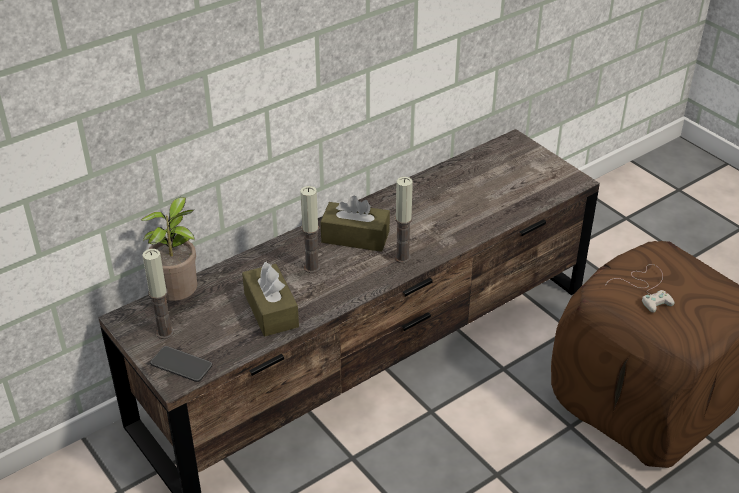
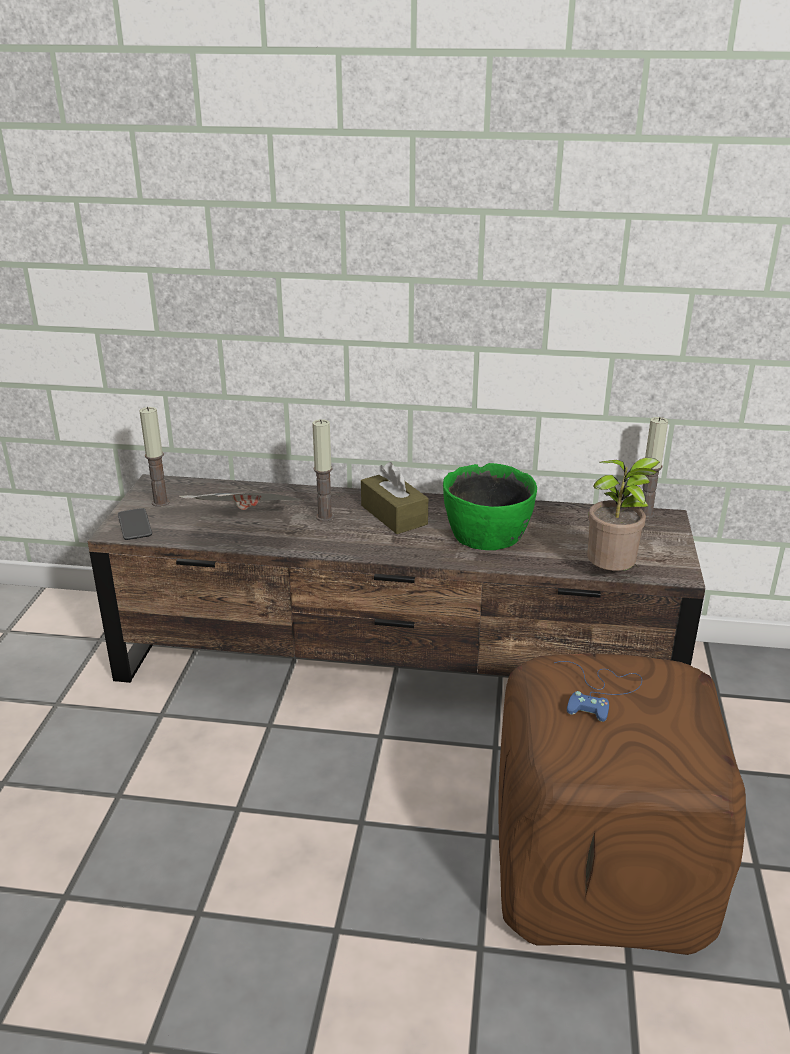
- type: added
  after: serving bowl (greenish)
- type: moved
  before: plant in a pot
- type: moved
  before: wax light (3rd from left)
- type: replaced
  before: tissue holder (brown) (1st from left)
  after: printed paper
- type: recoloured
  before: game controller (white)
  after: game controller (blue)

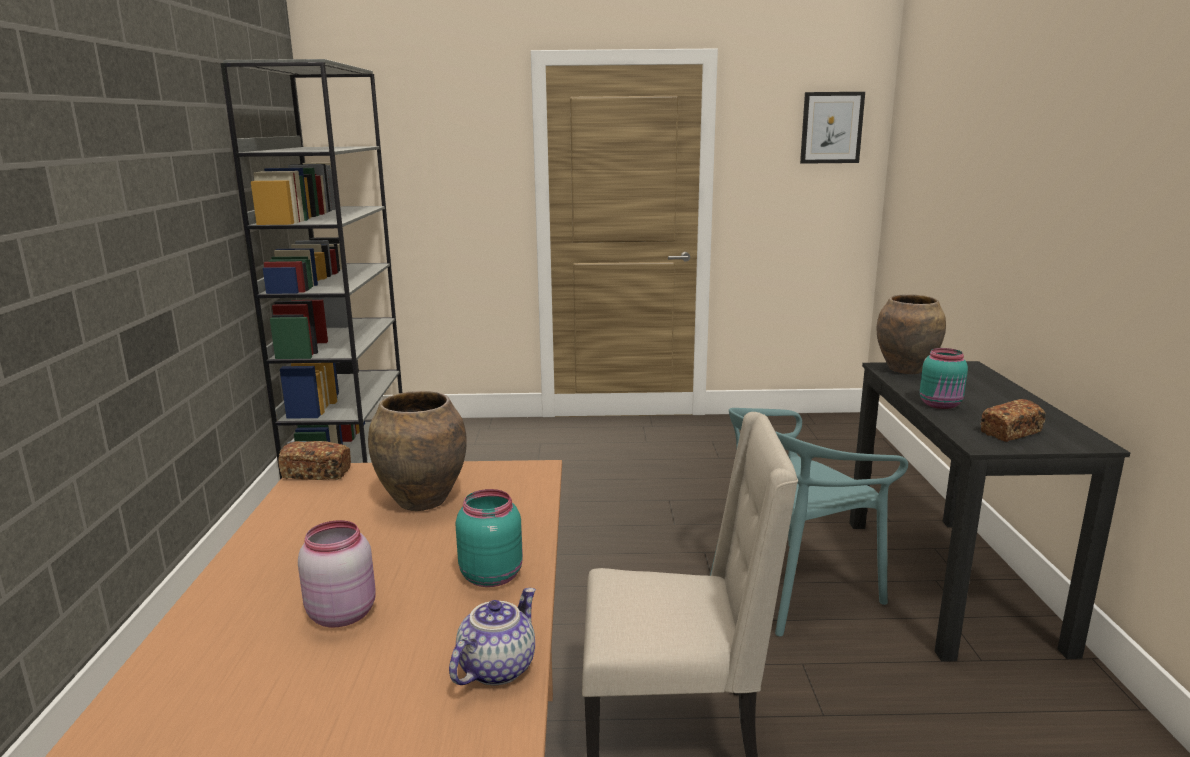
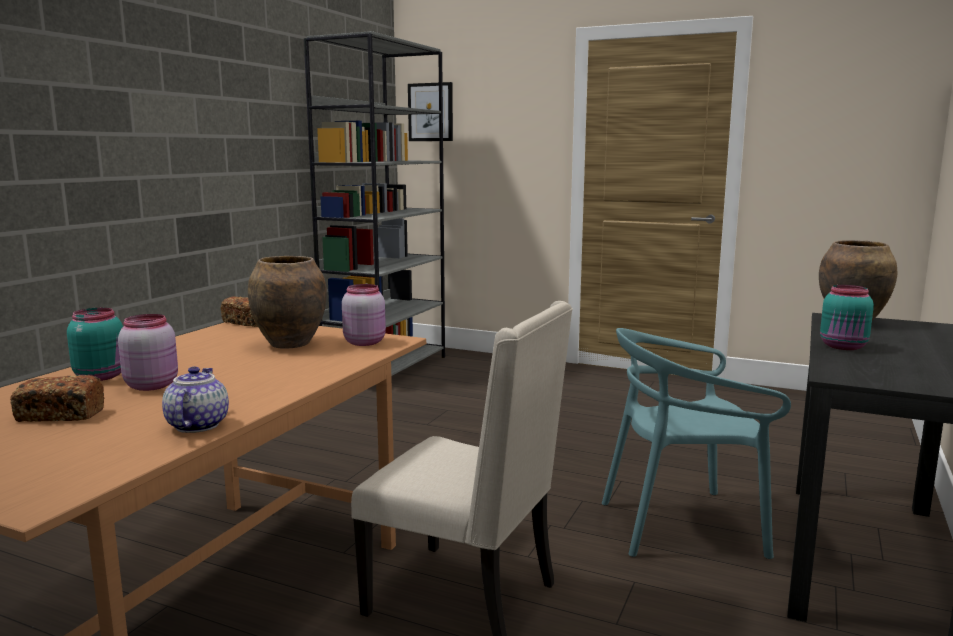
- type: added
  after: storage jar (pink) (2nd from left)
- type: moved
  before: storage jar (turquoise-coloured) (1st from left)
- type: moved
  before: wall art
- type: moved
  before: bakery bread (2nd from left in the first image)
  after: bakery bread (1st from left)
- type: turned
  before: tea pot
  turn: -60

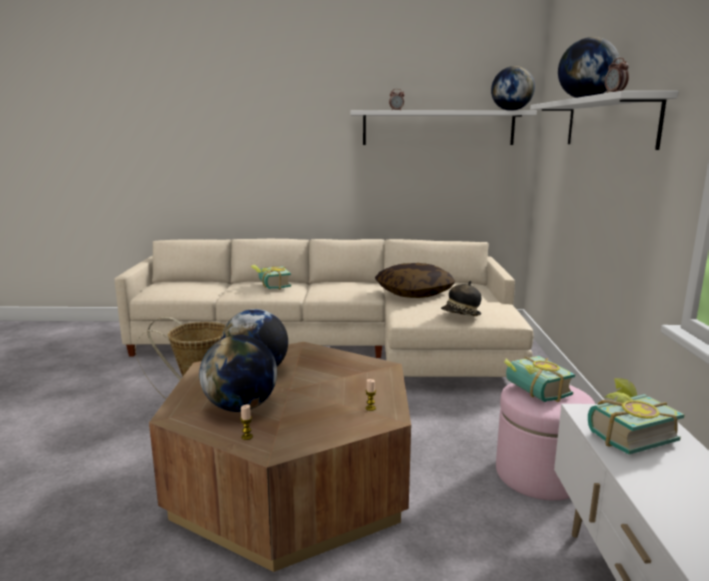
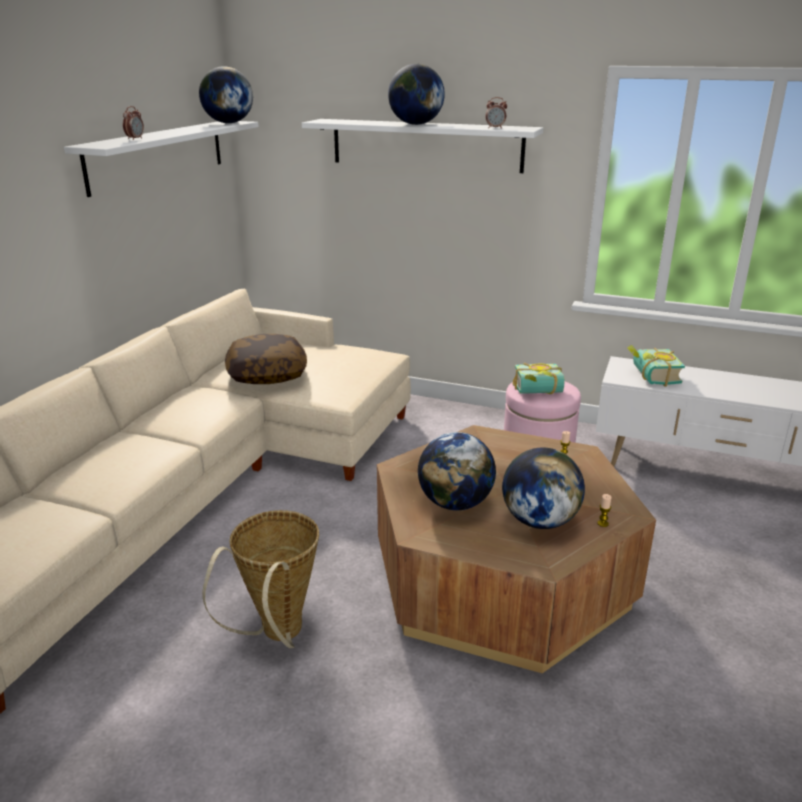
- type: removed
  before: bound book (1st from left)
- type: removed
  before: clothing hat

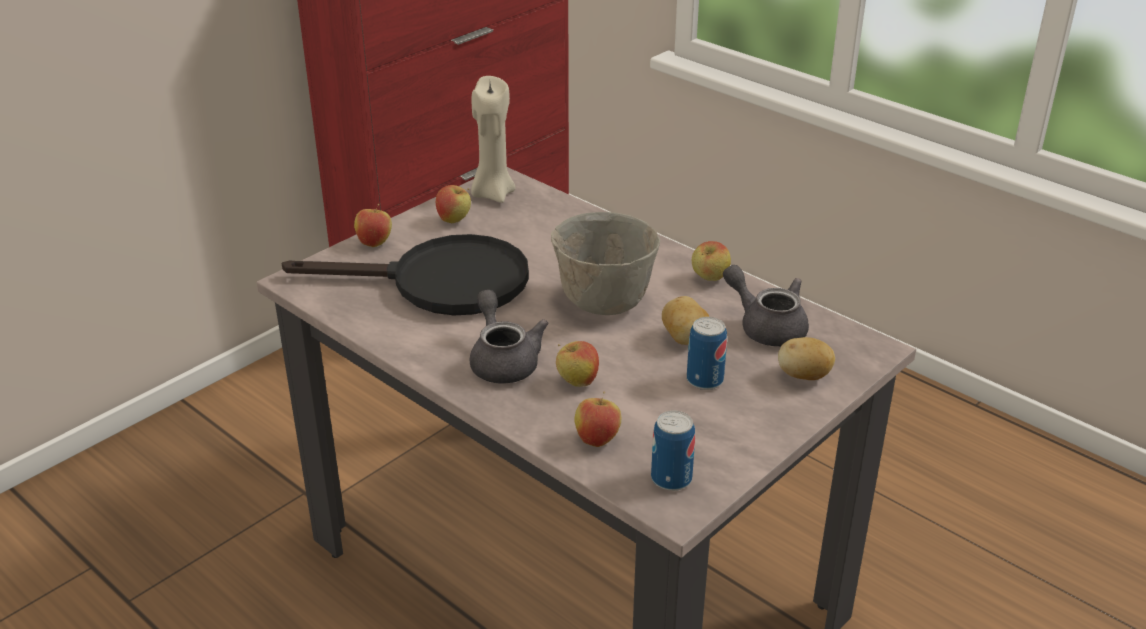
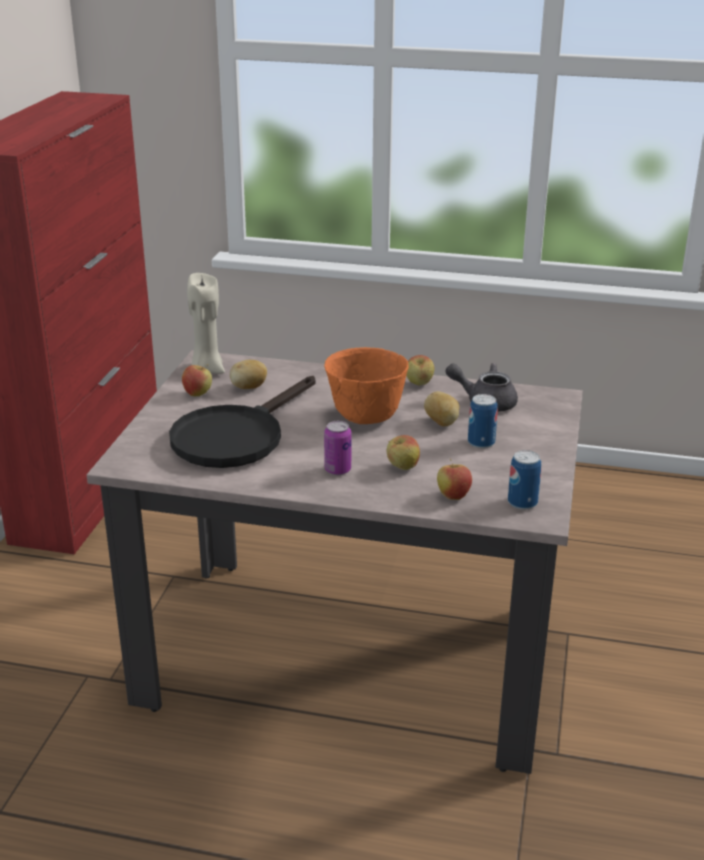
- type: removed
  before: apple (1st from left)
- type: moved
  before: potato (2nd from left in the first image)
  after: potato (1st from left)
- type: replaced
  before: tea pot (gray) (1st from left)
  after: sealed can (1st from left)
- type: recoloured
  before: serving bowl (gray)
  after: serving bowl (orangey)
- type: turned
  before: pan (black-coloured)
  turn: 150

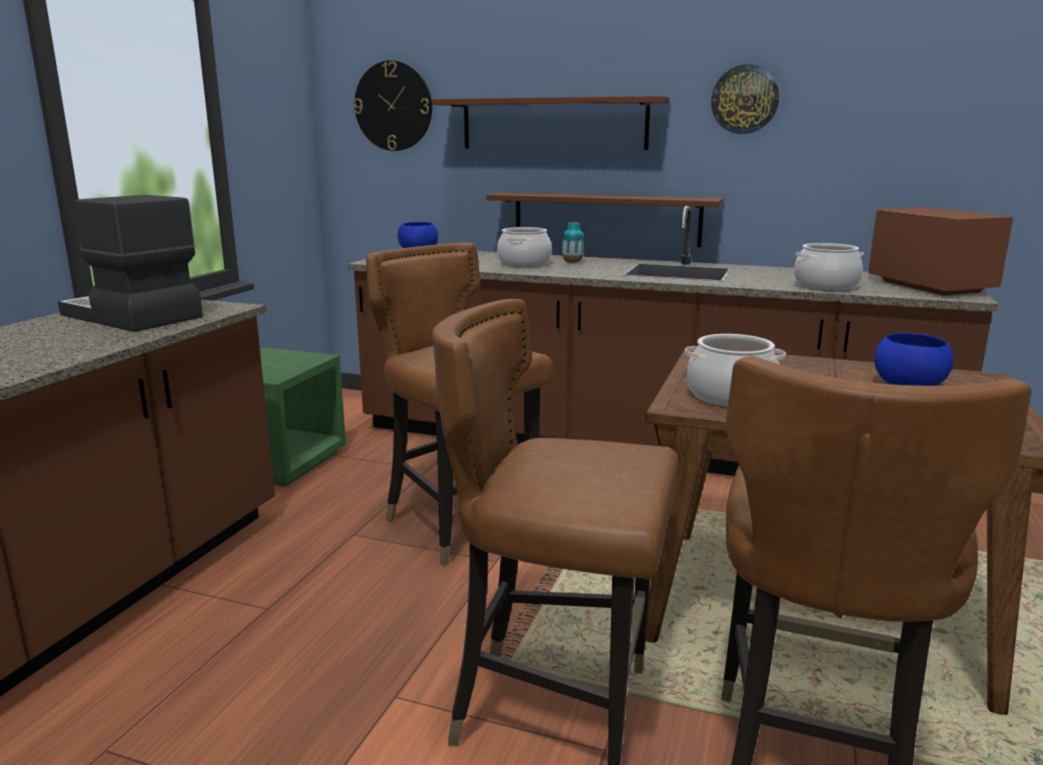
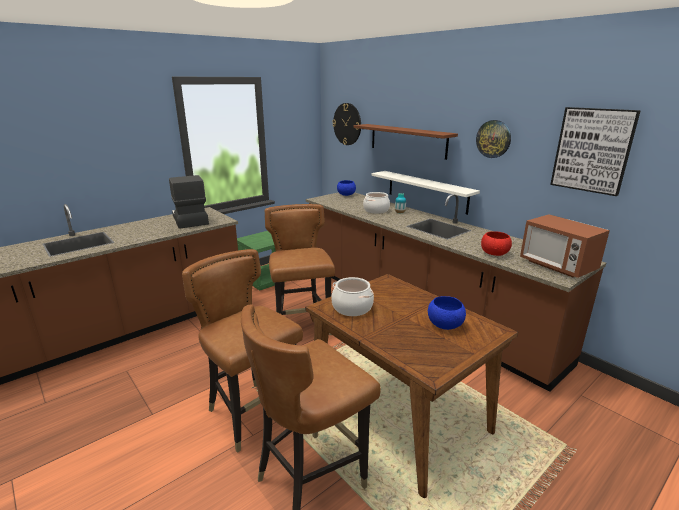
- type: added
  after: wall art
- type: replaced
  before: saucepot (3rd from left)
  after: serving bowl (reddish)
- type: recoloured
  before: bracket shelf (brown) (2nd from left)
  after: bracket shelf (white)
- type: turned
  before: kitchen microwave
  turn: 135

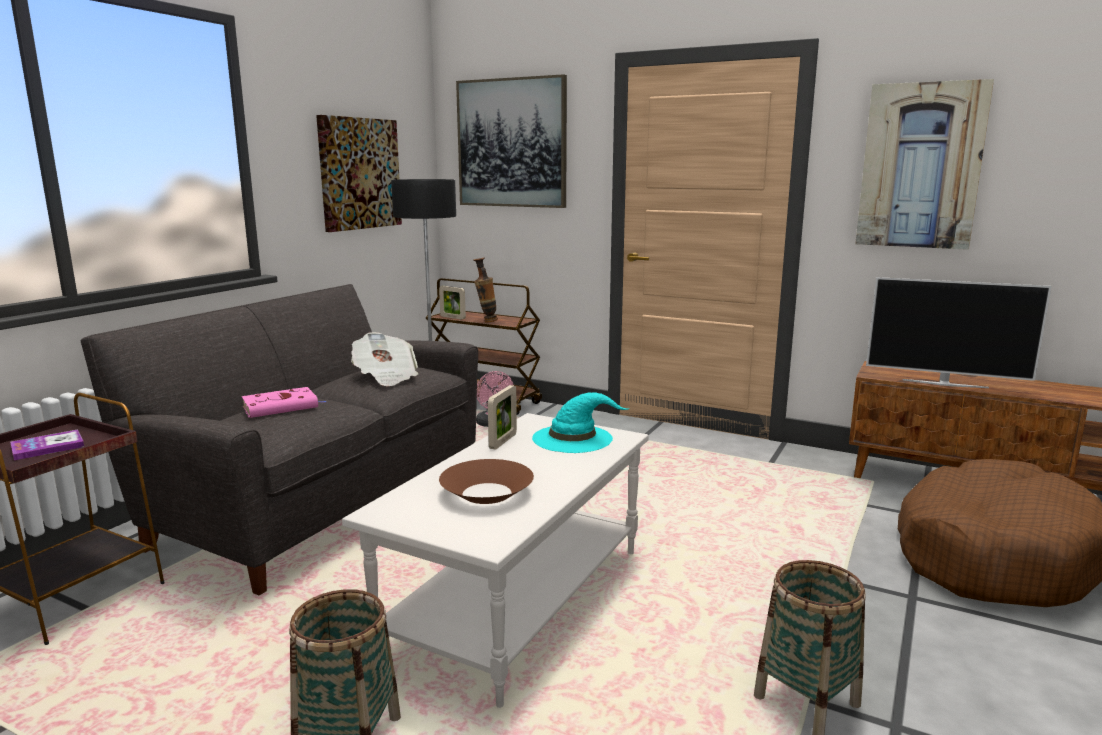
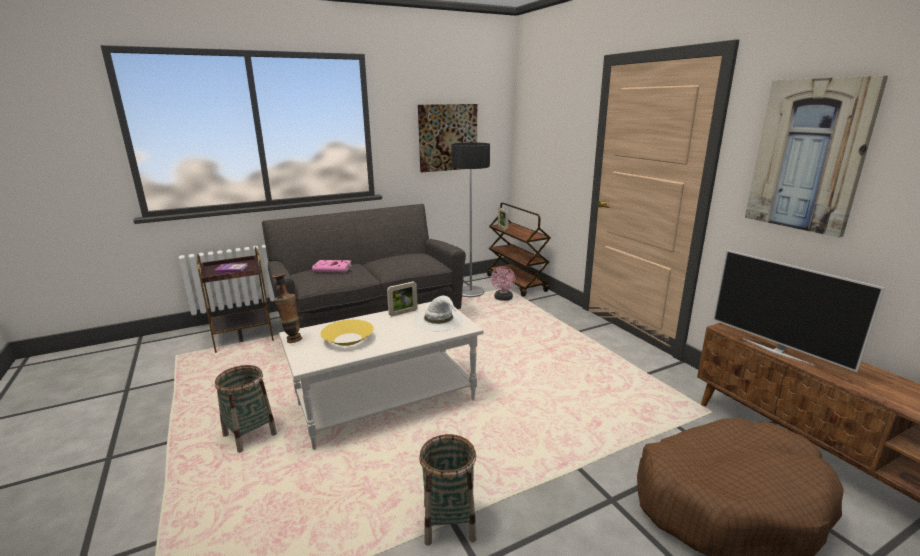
- type: removed
  before: printed paper
- type: removed
  before: wall art (2nd from left)
- type: moved
  before: flower vase
- type: recoloured
  before: serving bowl (brown)
  after: serving bowl (yellow-coloured)
- type: recoloured
  before: clothing hat (turquoise-coloured)
  after: clothing hat (white)

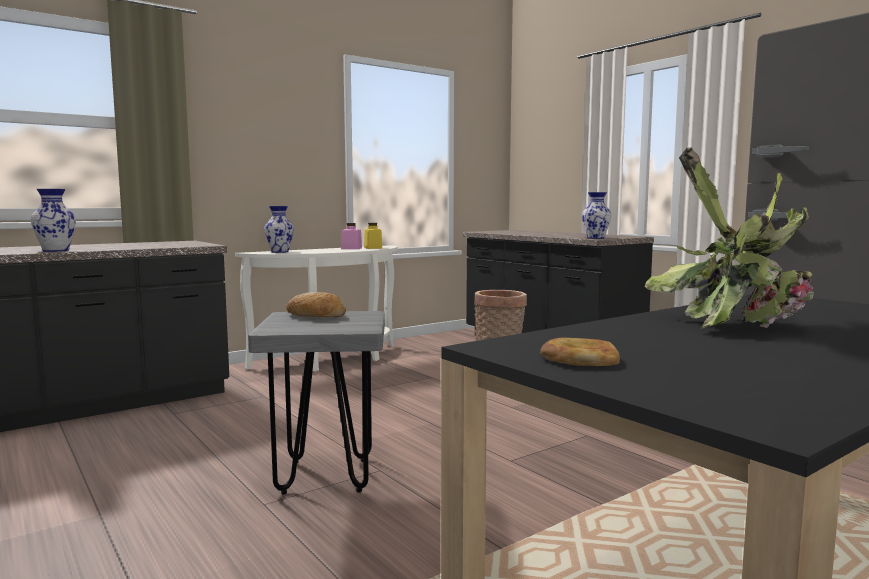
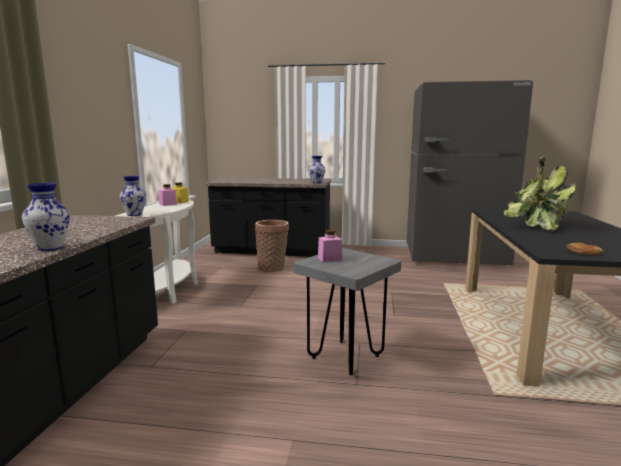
- type: replaced
  before: bakery bread (1st from left)
  after: storage jar (pink) (2nd from left)

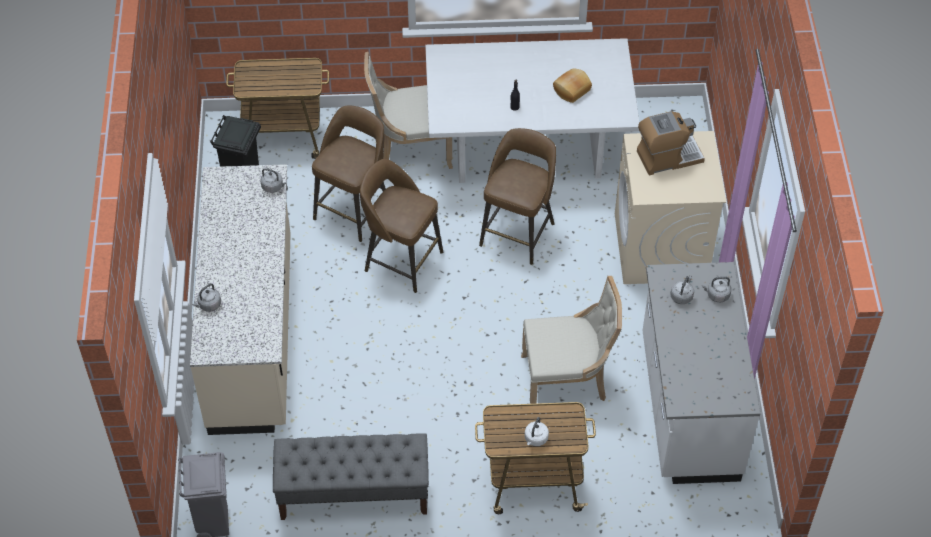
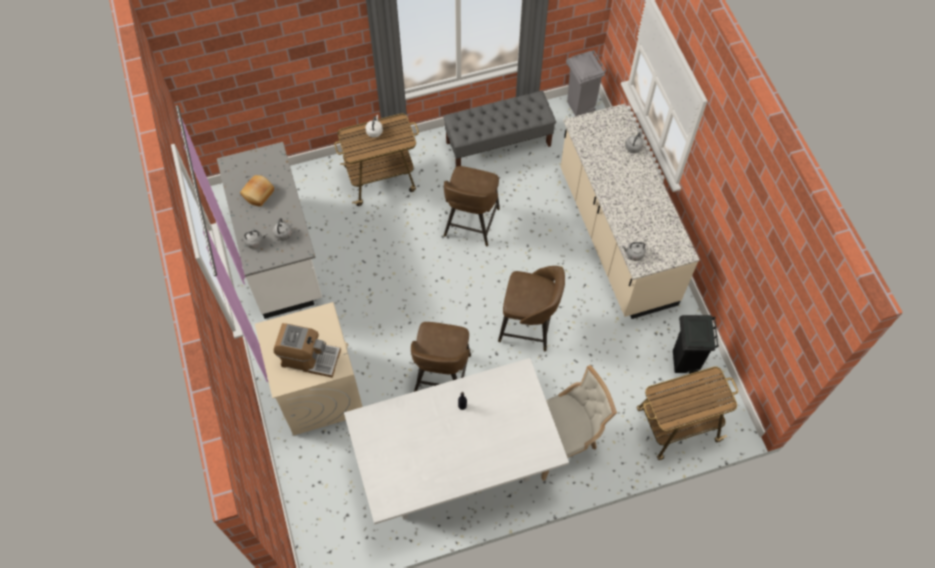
- type: removed
  before: upright chair (beige) (2nd from left)
- type: moved
  before: sitting stool (brown) (1st from left in the first image)
  after: sitting stool (brown) (2nd from left)
- type: moved
  before: bakery bread
- type: turned
  before: coffee brewer
  turn: -135

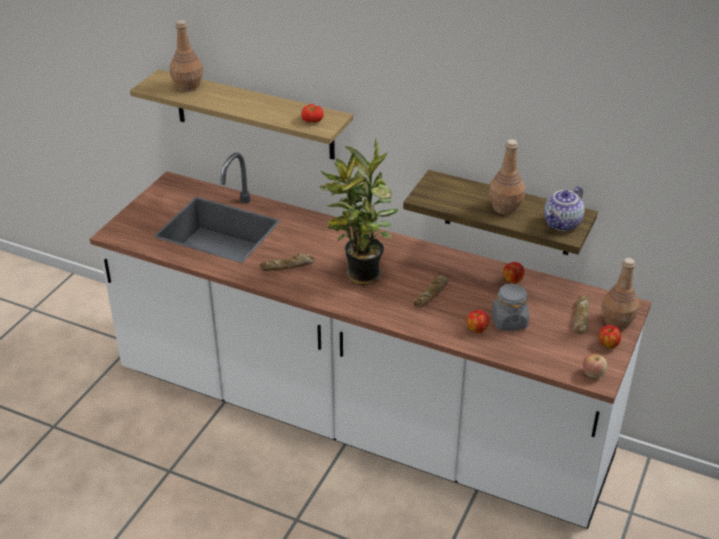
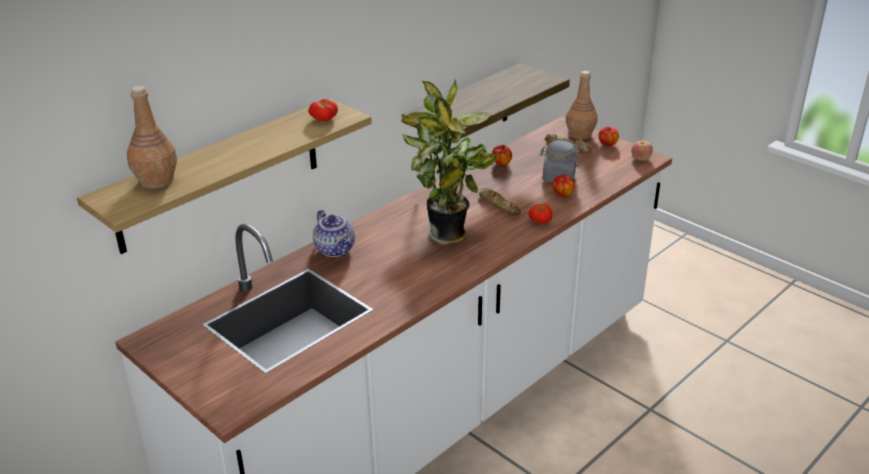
- type: removed
  before: bakery bread (1st from left)
- type: removed
  before: bottle (brown) (2nd from left)
- type: added
  after: tomato (2nd from left)
- type: moved
  before: tea pot

